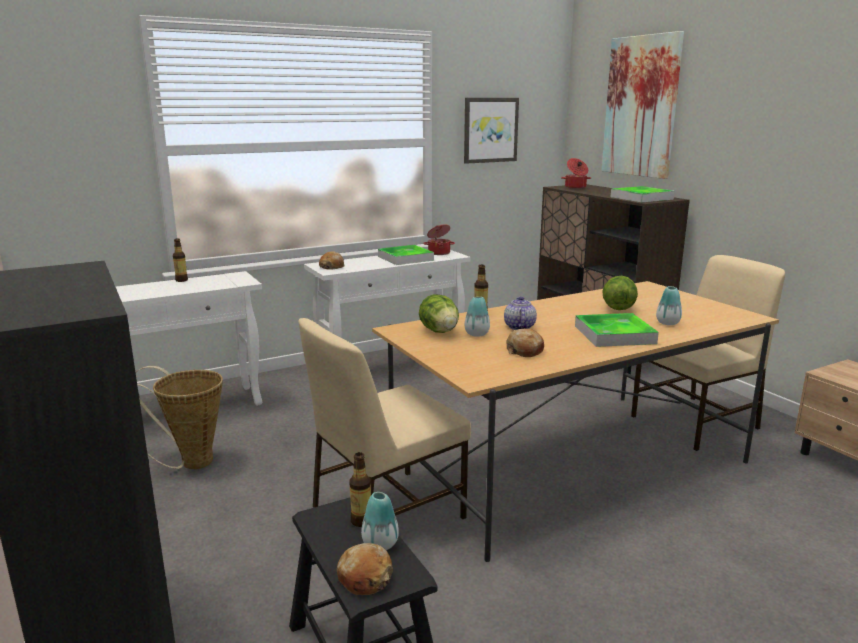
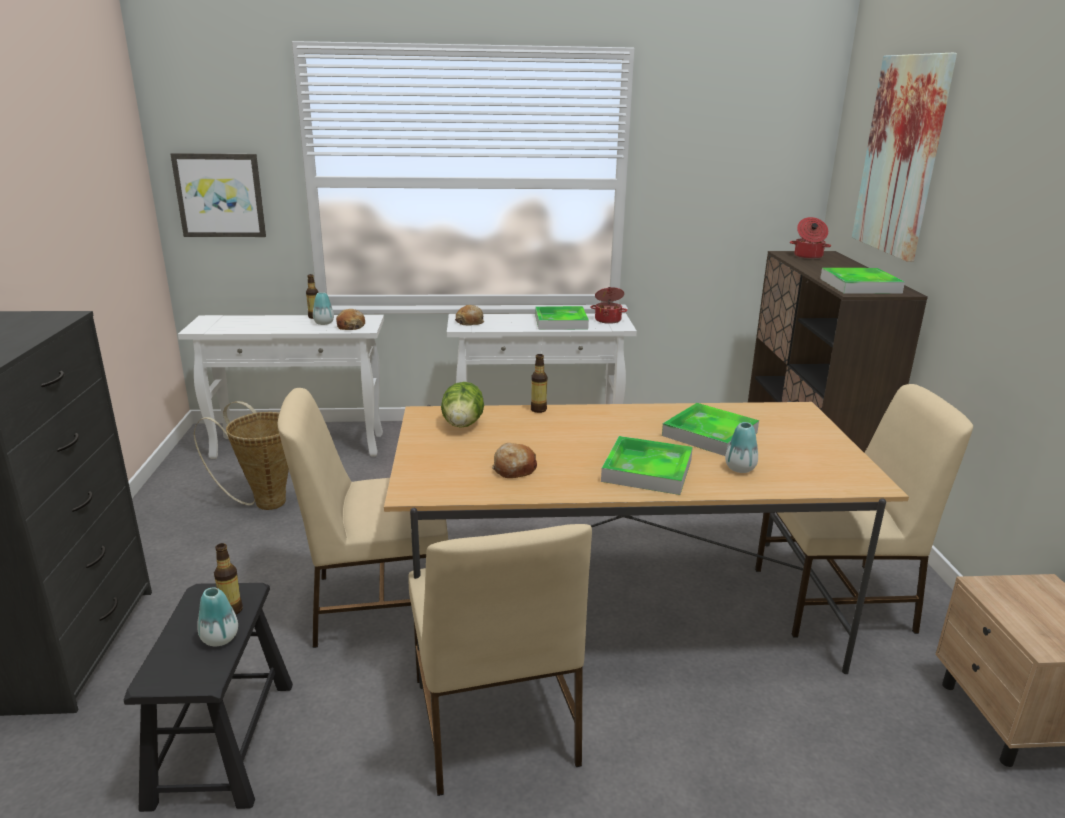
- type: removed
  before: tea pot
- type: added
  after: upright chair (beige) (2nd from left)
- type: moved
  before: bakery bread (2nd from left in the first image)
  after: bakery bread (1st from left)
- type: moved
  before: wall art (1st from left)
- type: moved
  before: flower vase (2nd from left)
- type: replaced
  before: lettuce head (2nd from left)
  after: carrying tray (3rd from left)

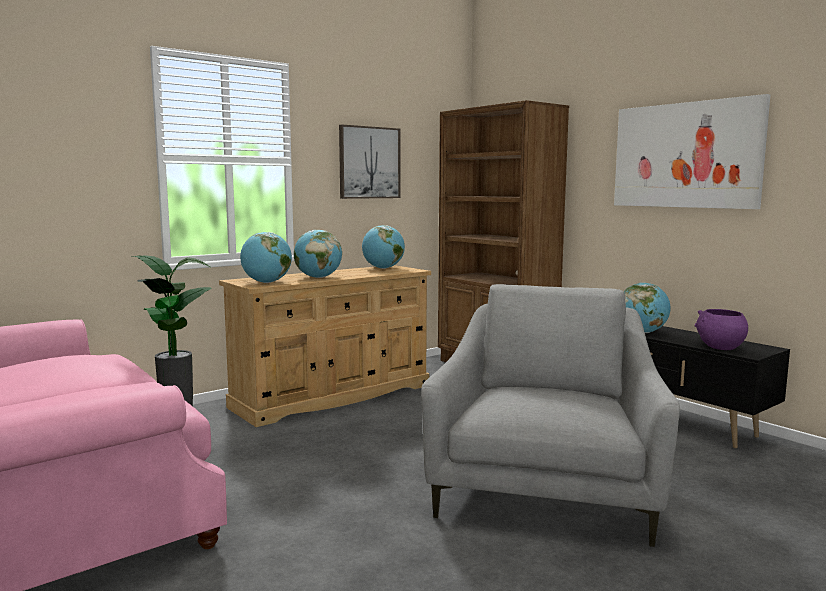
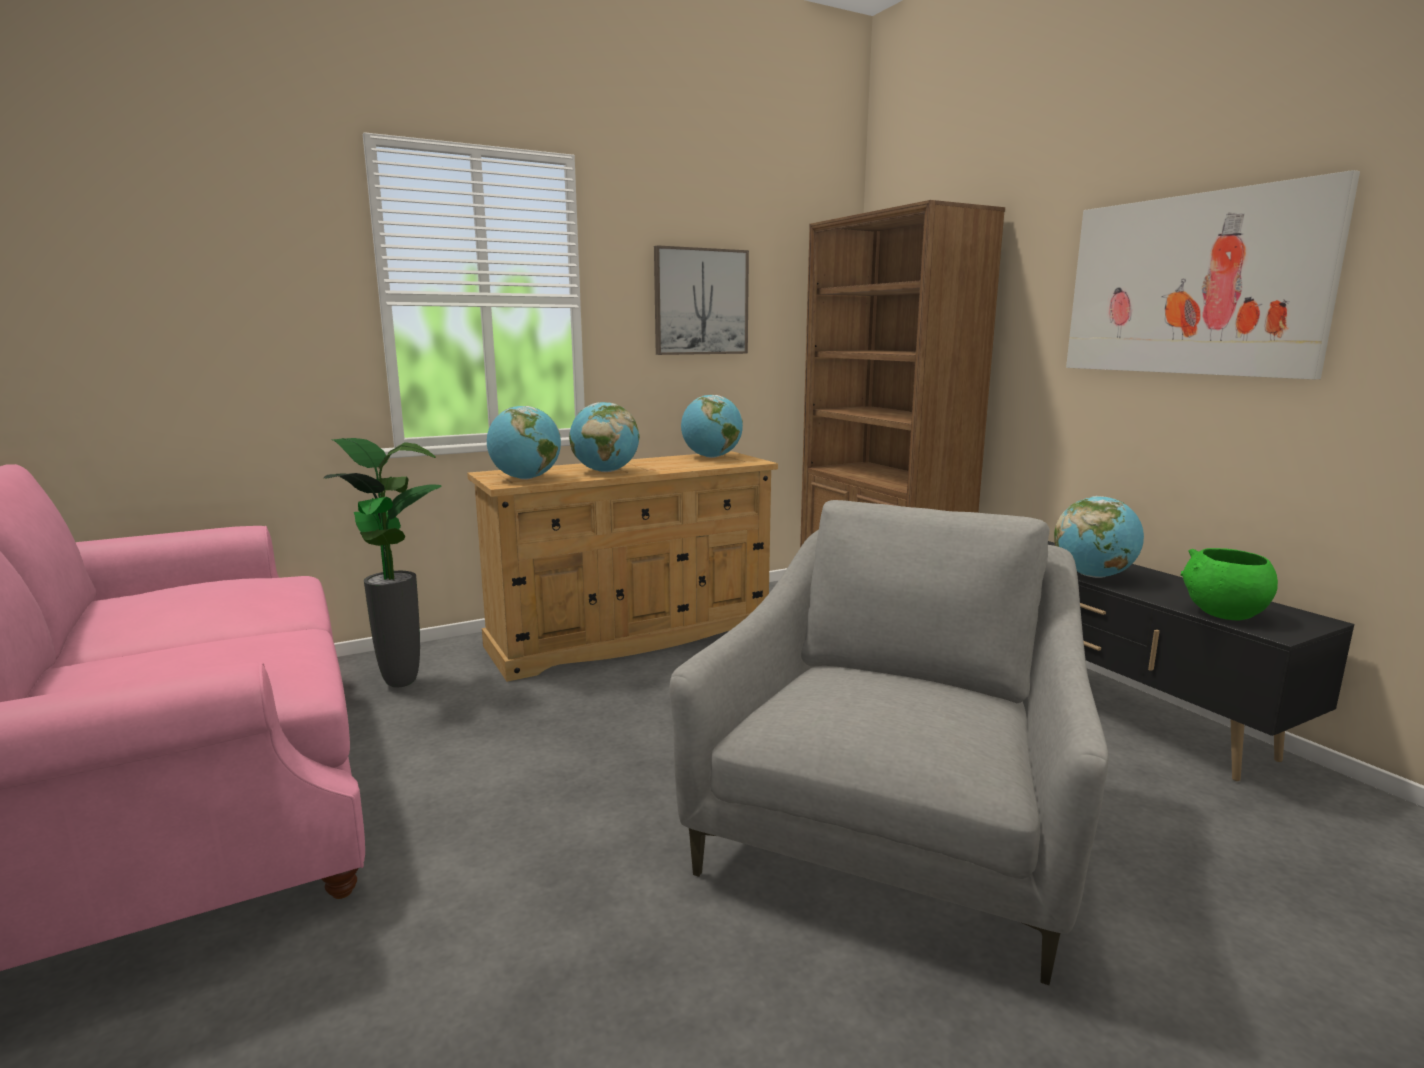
- type: recoloured
  before: serving bowl (purplish)
  after: serving bowl (greenish)

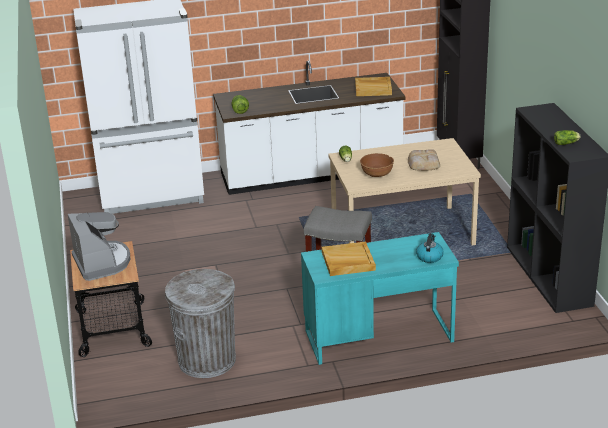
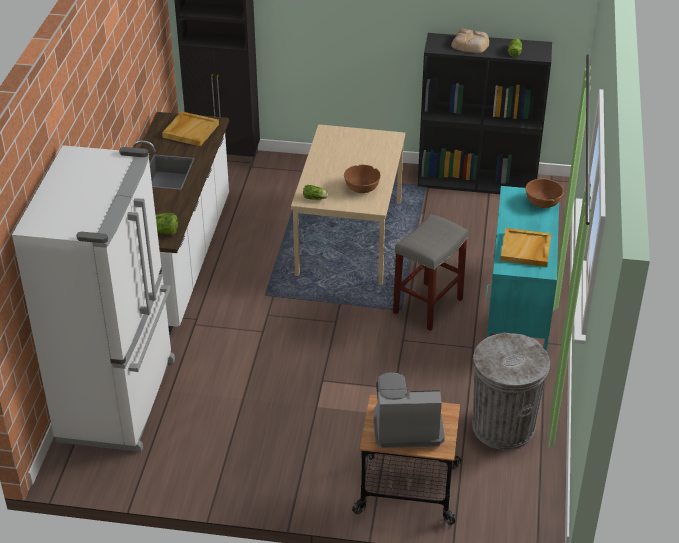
- type: moved
  before: bakery bread
- type: replaced
  before: tea kettle
  after: serving bowl (brown) (2nd from left)

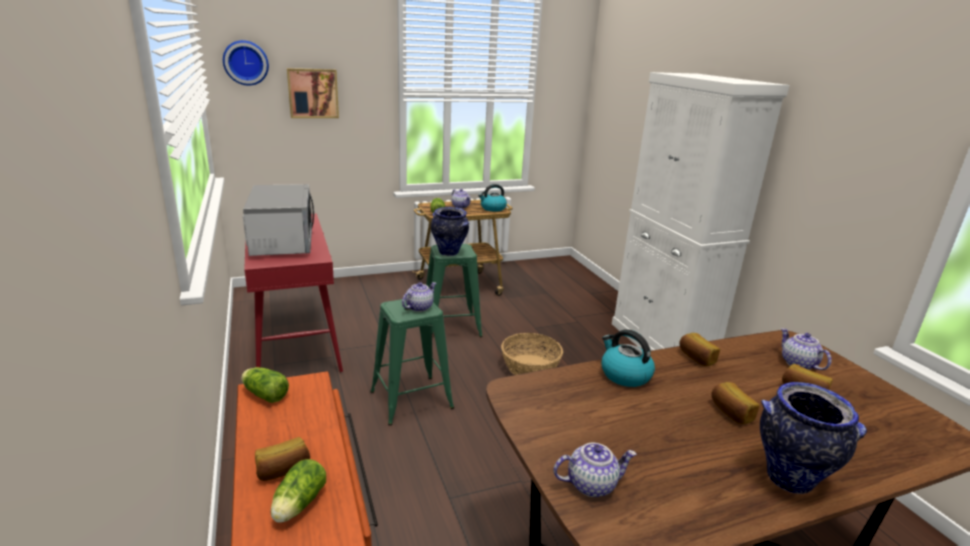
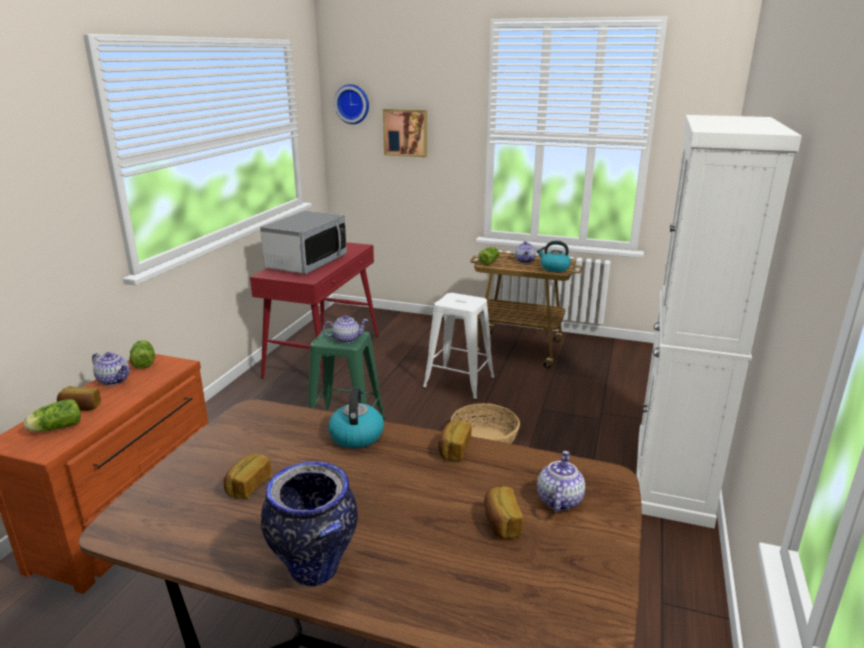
- type: removed
  before: flower vase (1st from left)
- type: moved
  before: tea pot (3rd from left in the first image)
  after: tea pot (1st from left)
- type: moved
  before: bakery bread (3rd from left in the first image)
  after: bakery bread (2nd from left)
- type: recoloured
  before: sitting stool (greenish) (2nd from left)
  after: sitting stool (white)

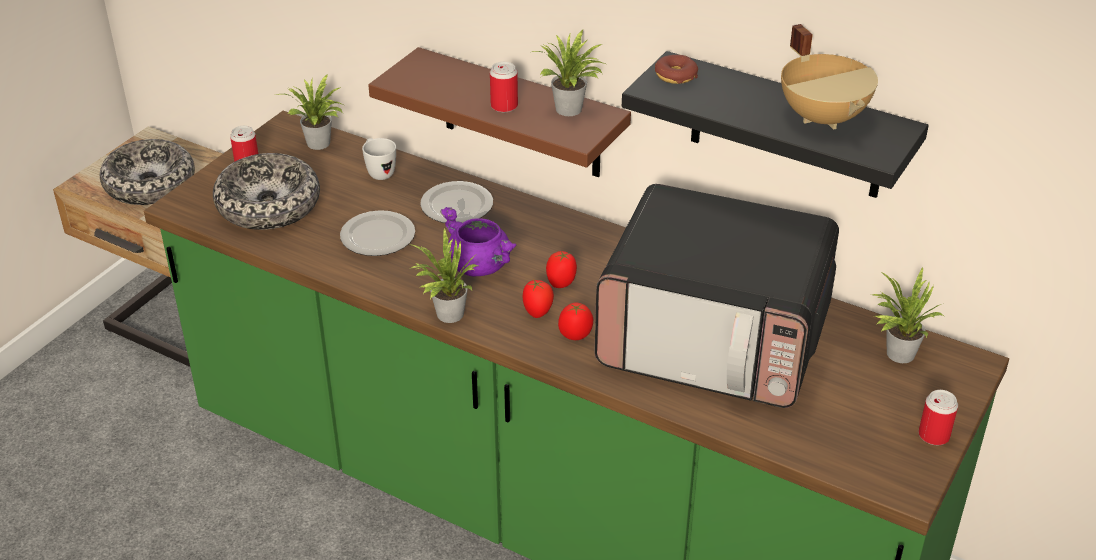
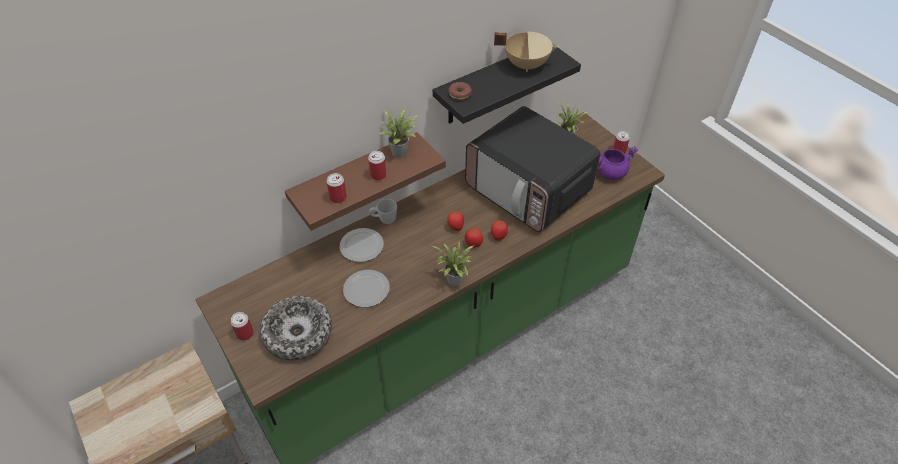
- type: removed
  before: serving bowl (1st from left)
- type: removed
  before: plant in a pot (1st from left)
- type: added
  after: sealed can (2nd from left)
- type: moved
  before: coffee mug (white)
- type: moved
  before: saucepot (purplish)
- type: turned
  before: kitchen microwave
  turn: 90

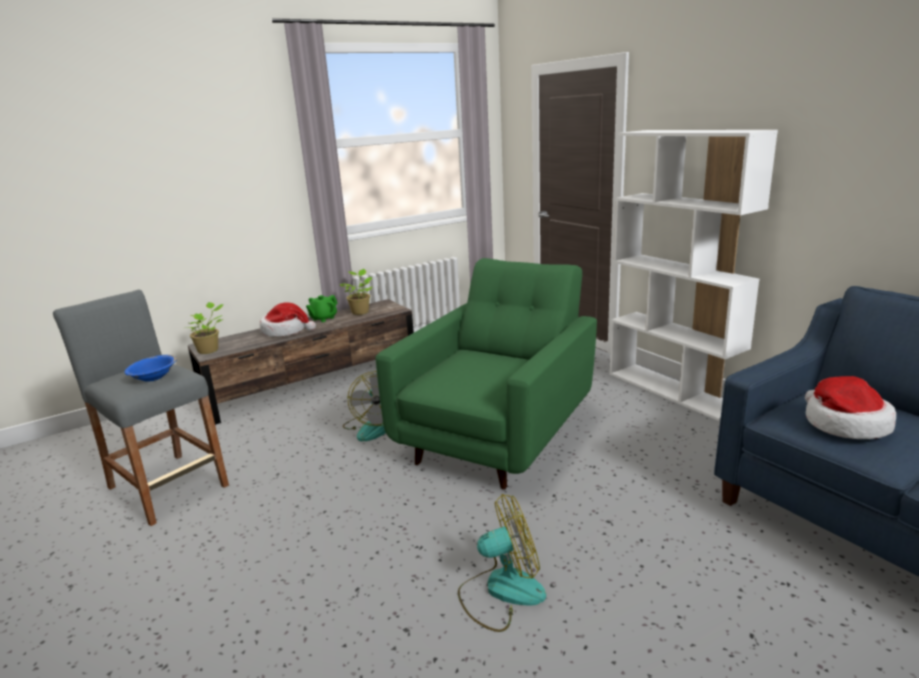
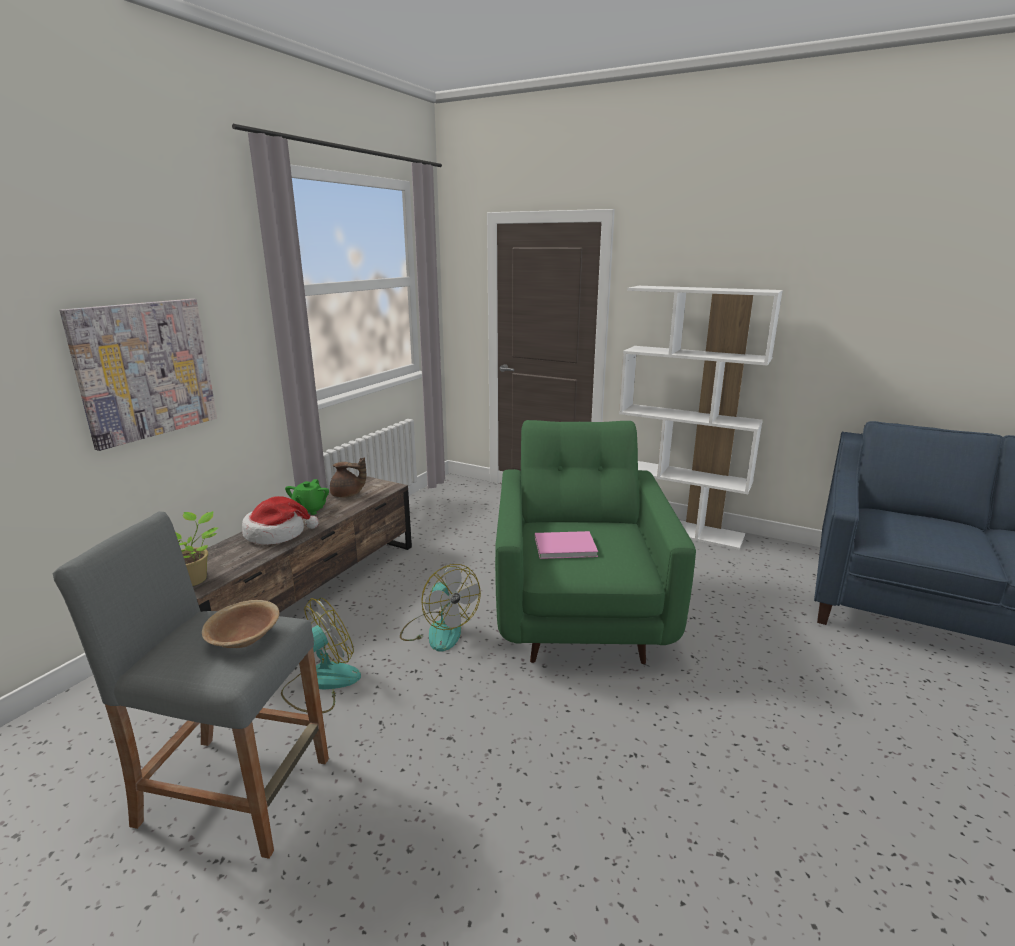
- type: removed
  before: clothing hat (2nd from left)
- type: added
  after: wall art
- type: added
  after: bound book (pink)
- type: moved
  before: cooling fan (2nd from left in the first image)
  after: cooling fan (1st from left)
- type: replaced
  before: plant in a pot (2nd from left)
  after: tea pot (brown)
- type: recoloured
  before: serving bowl (blue)
  after: serving bowl (brown)

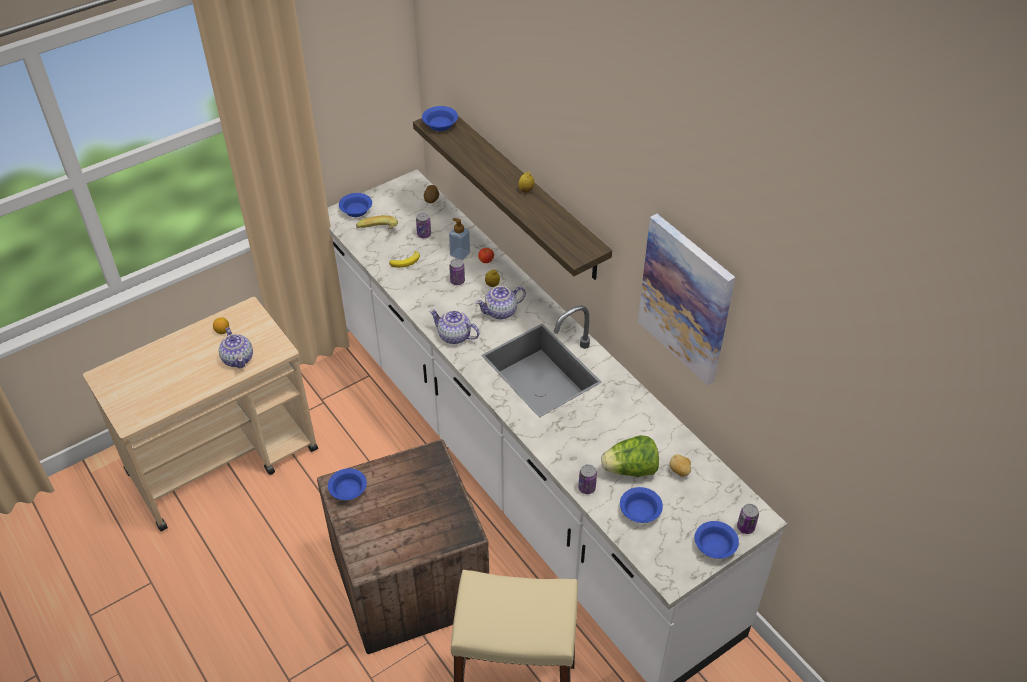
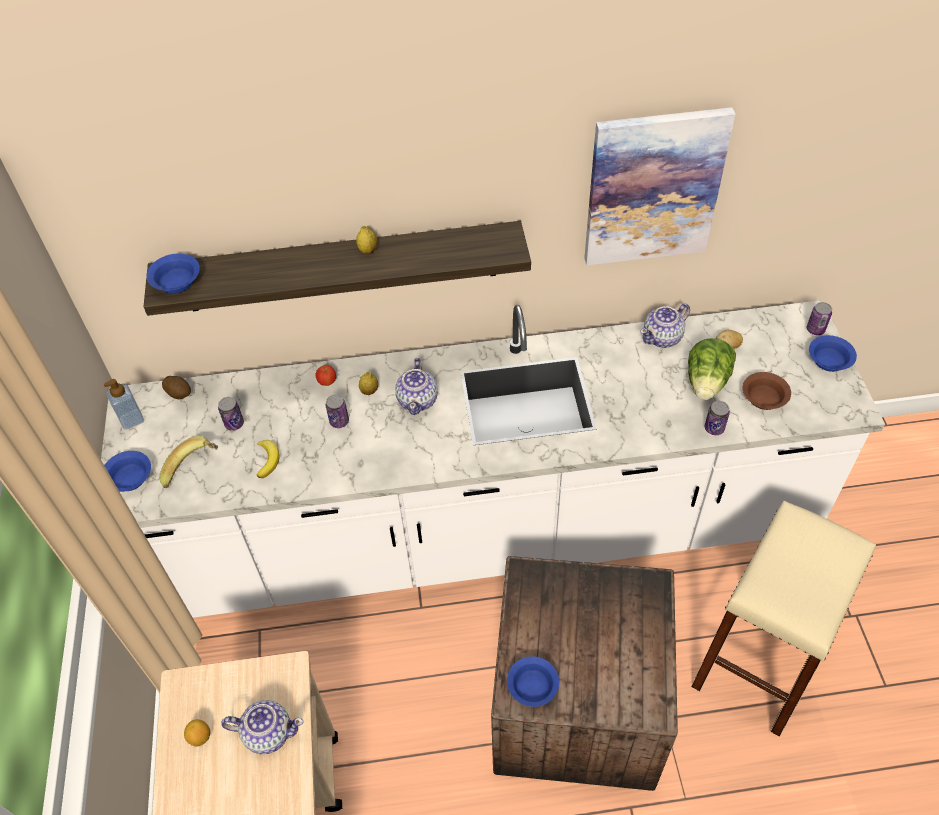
- type: moved
  before: tea pot (2nd from left in the first image)
  after: tea pot (3rd from left)
- type: moved
  before: soap dispenser
- type: recoloured
  before: serving bowl (blue) (4th from left)
  after: serving bowl (brown)

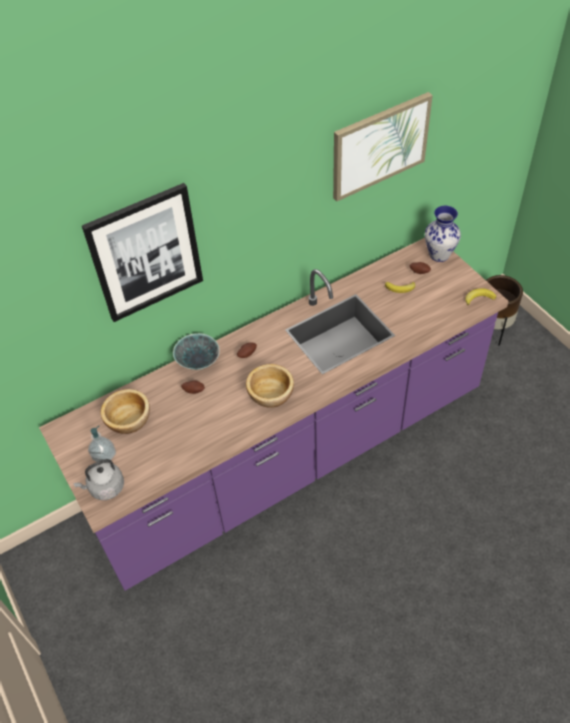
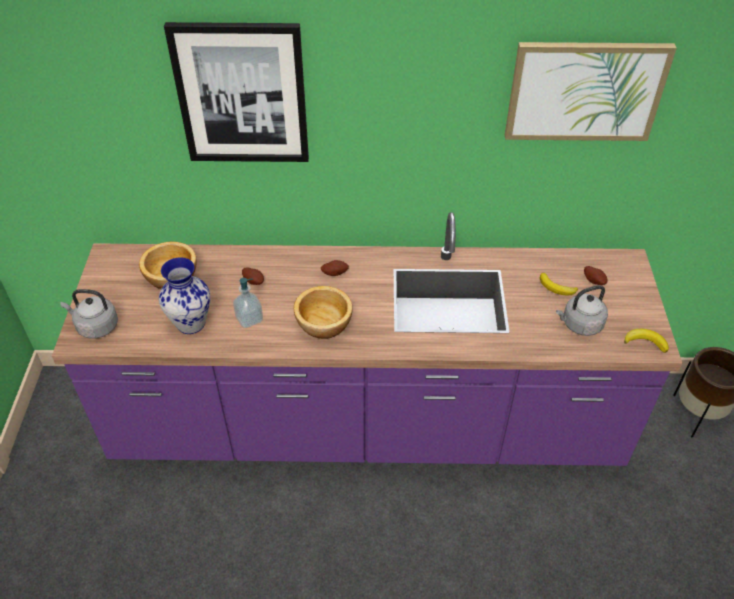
- type: removed
  before: serving bowl (2nd from left)
- type: added
  after: tea kettle (gray) (2nd from left)
- type: moved
  before: soap dispenser
- type: moved
  before: flower vase

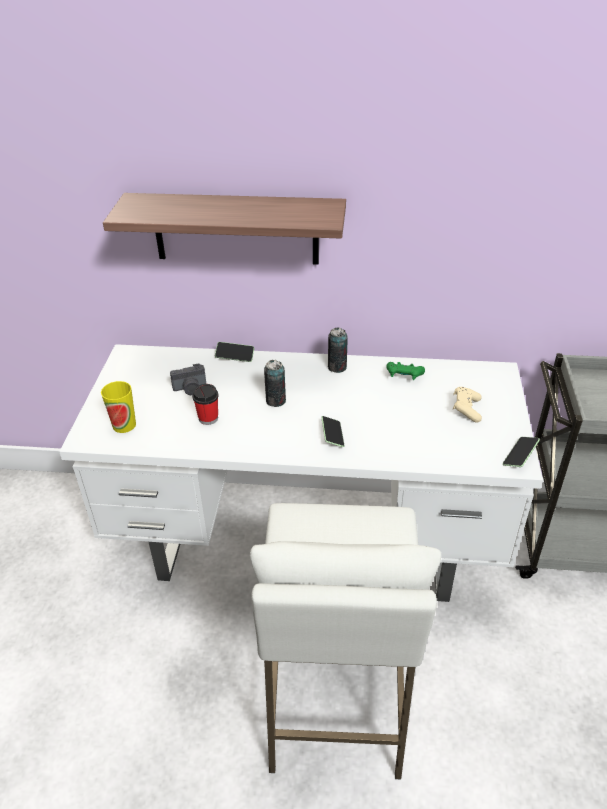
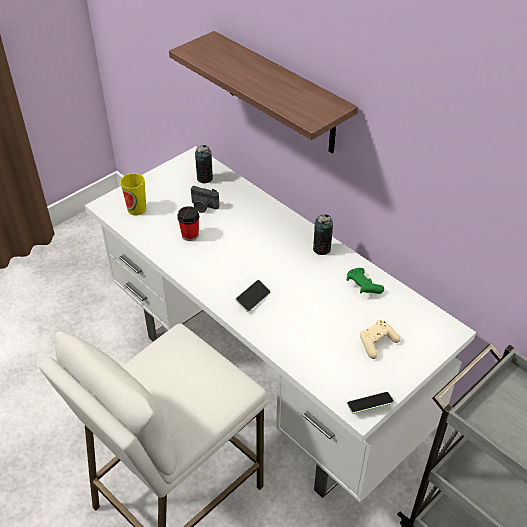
- type: removed
  before: telephone (1st from left)
- type: moved
  before: sealed can (1st from left)

